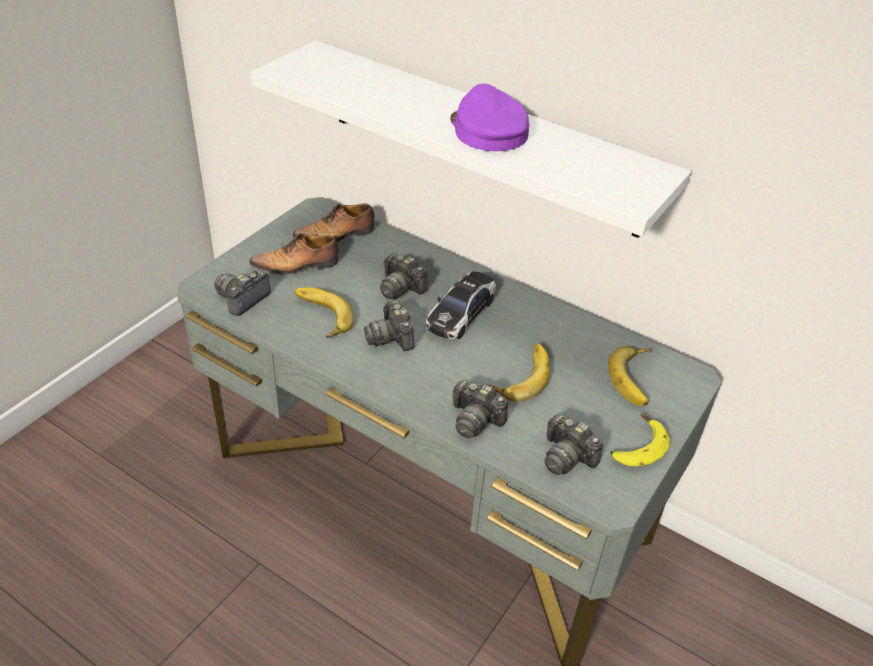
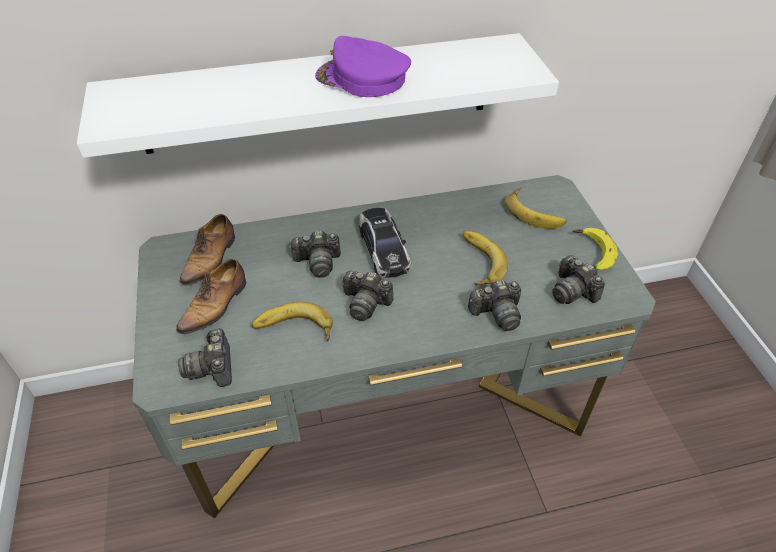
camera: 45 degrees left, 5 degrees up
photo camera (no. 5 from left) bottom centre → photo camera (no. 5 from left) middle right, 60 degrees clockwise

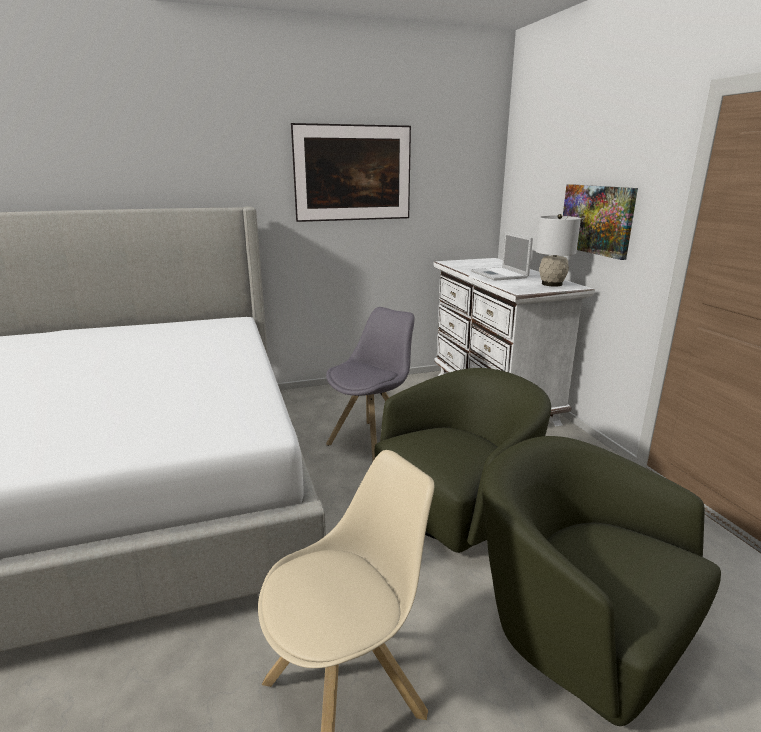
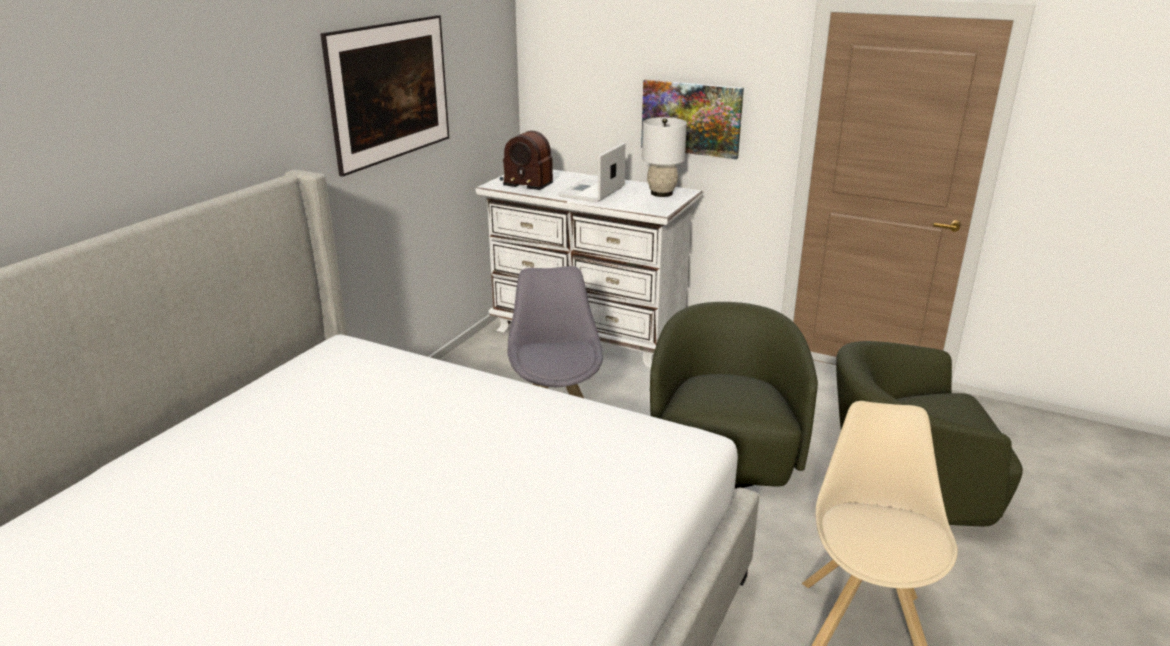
camera: 45 degrees left, 5 degrees up
laptop centre → laptop top centre, 90 degrees clockwise
- → radio top centre

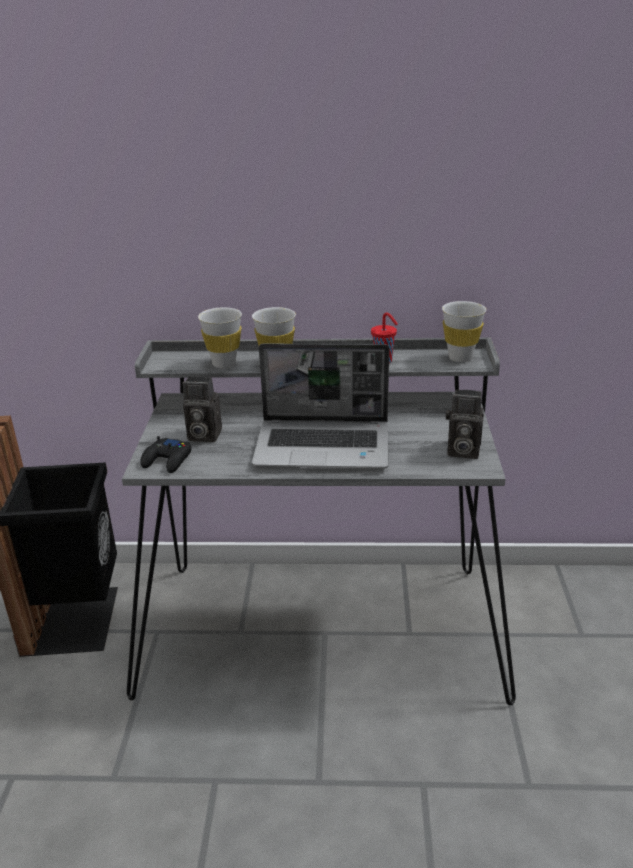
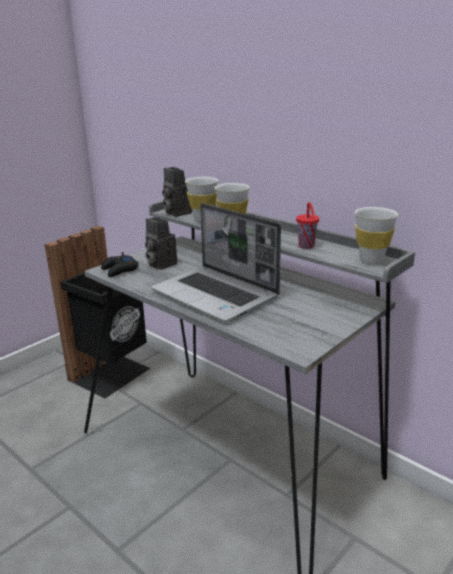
camera: 40 degrees right, 5 degrees down
photo camera (no. 2 from left) middle right → photo camera (no. 2 from left) centre, relocated

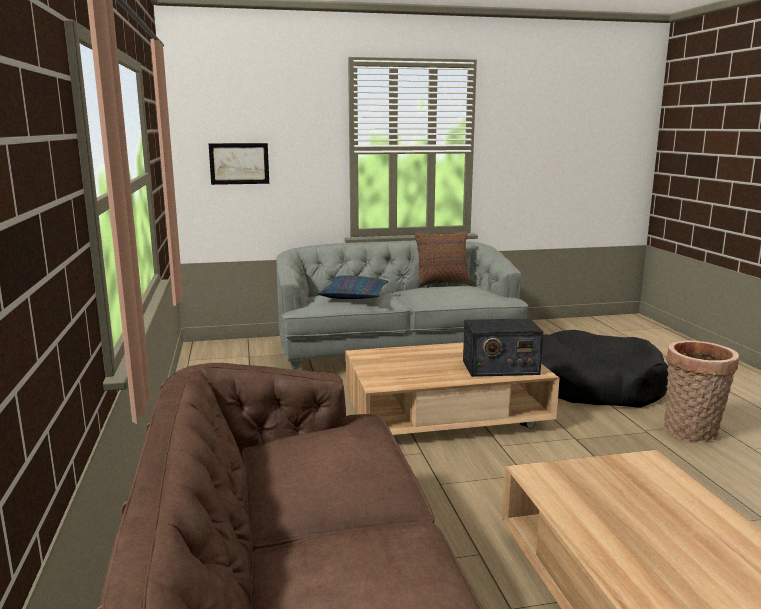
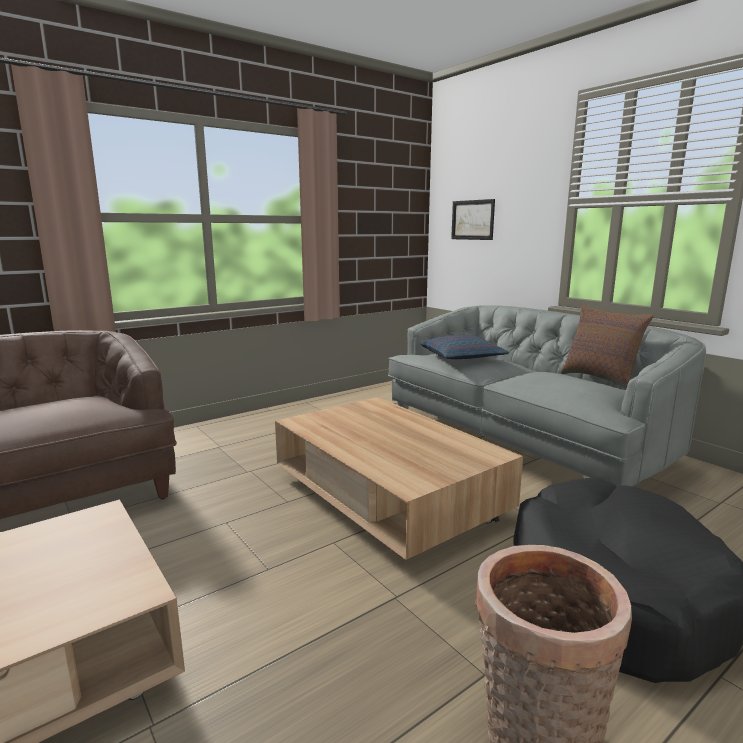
camera: 65 degrees right, 0 degrees up
radio centre → -

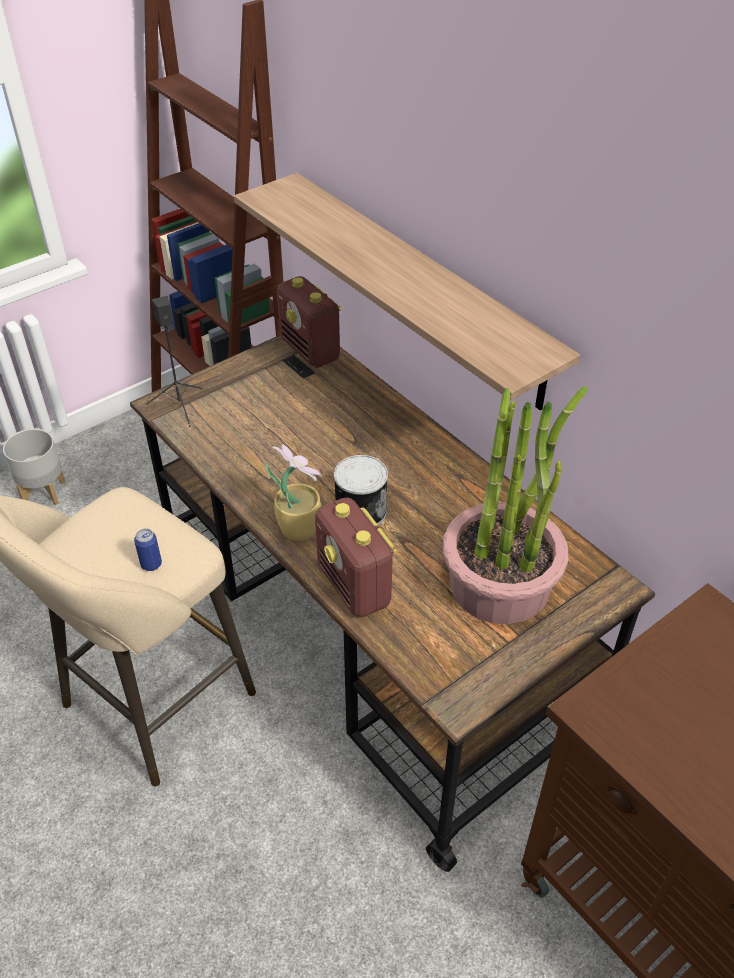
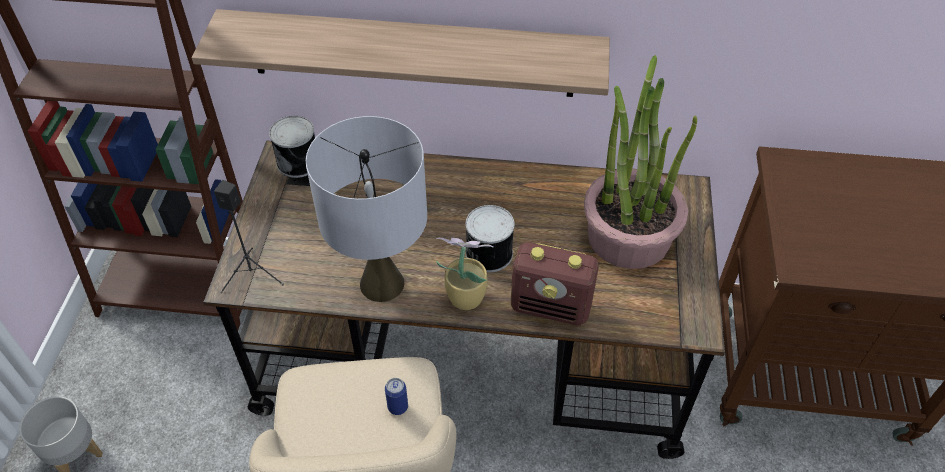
camera: 45 degrees left, 5 degrees up
radio (no. 1 from left) top centre → can (no. 1 from left) top left
- → grey table lamp centre

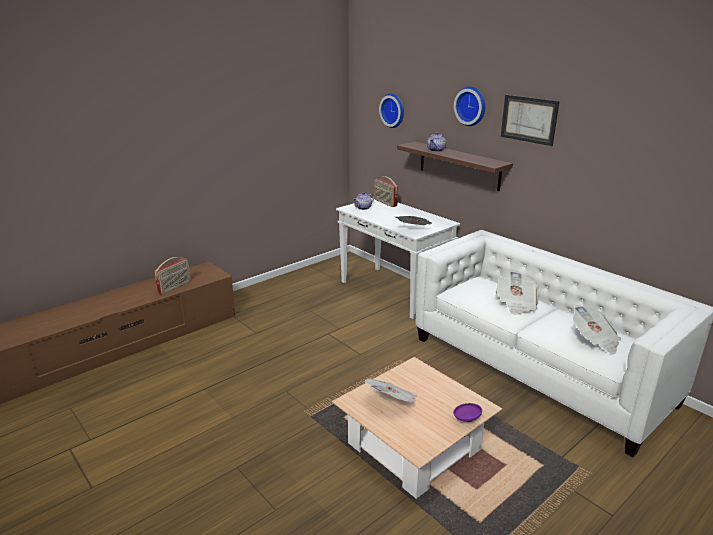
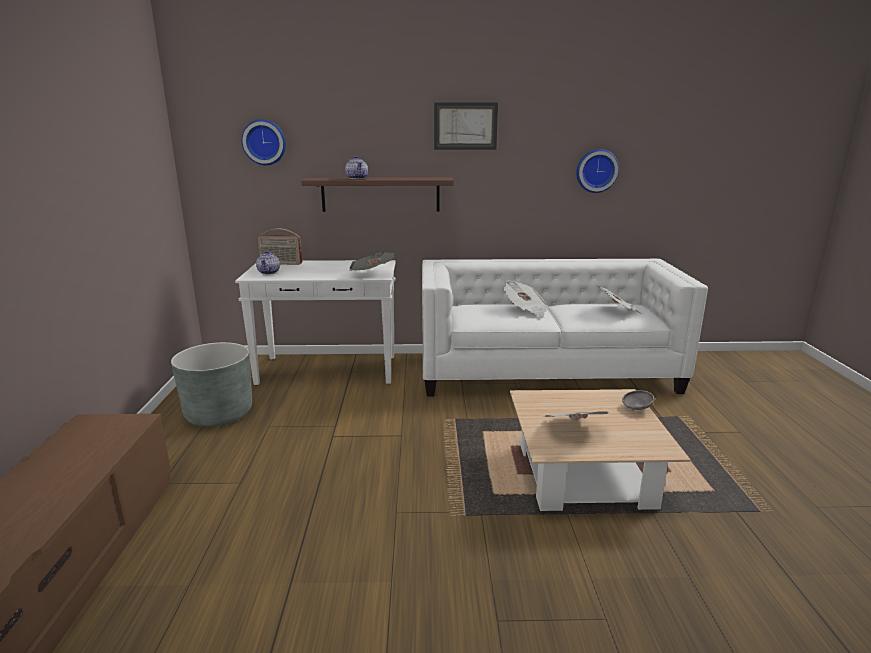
camera: 50 degrees left, 5 degrees down
wall clock (no. 2 from left) top centre → wall clock (no. 2 from left) top right, relocated
radio (no. 1 from left) middle left → -
purple bowl bottom centre → grey bowl middle right
- → grey planter middle left

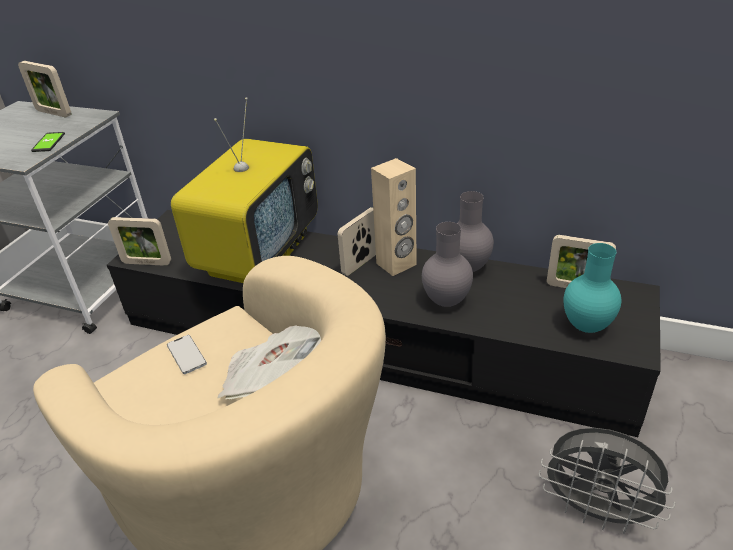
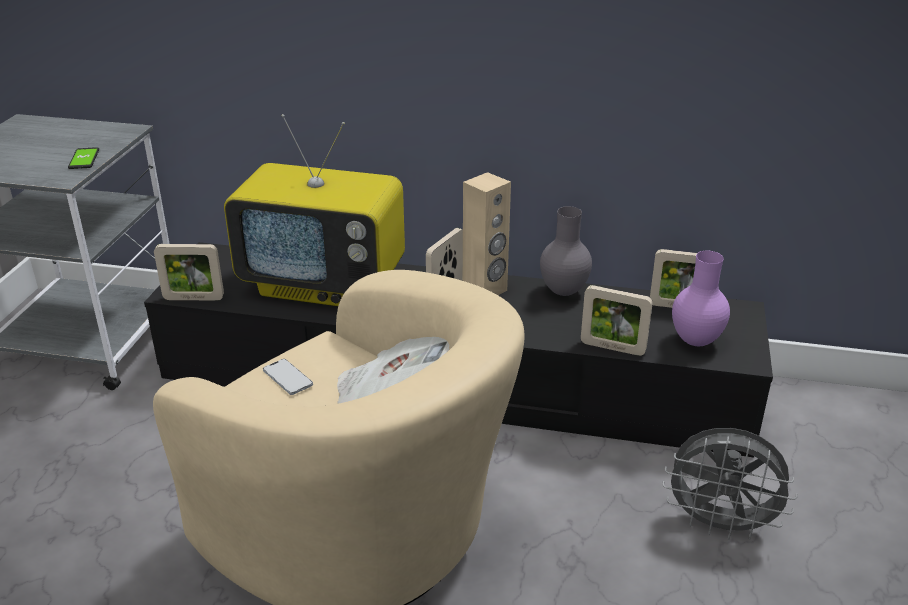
camera: 10 degrees left, 5 degrees down
picture frame (no. 1 from left in the first image) top left → picture frame (no. 3 from left) middle right, relocated
television middle left → television centre, 90 degrees clockwise
grey vase (no. 1 from left) centre → -
turquoise vase middle right → purple vase middle right

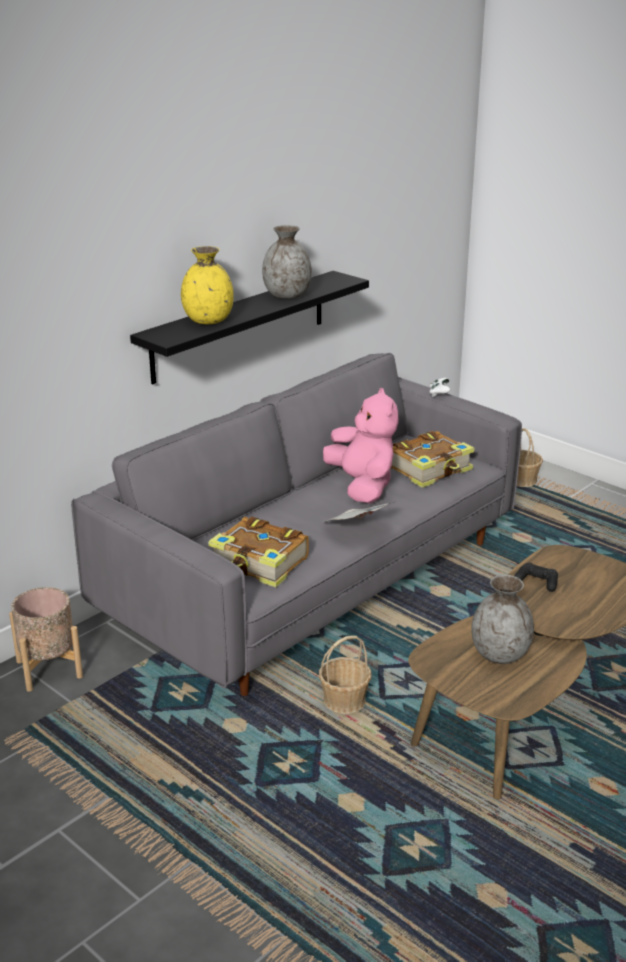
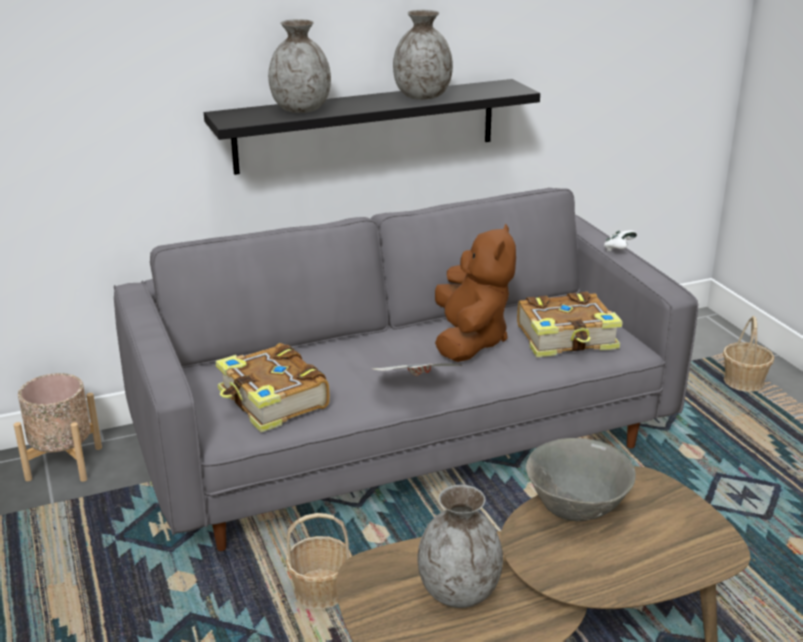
camera: 25 degrees right, 0 degrees up
yellow vase top left → grey vase (no. 1 from left) top centre
pink plush toy centre → brown plush toy centre
black game controller middle right → grey bowl bottom right

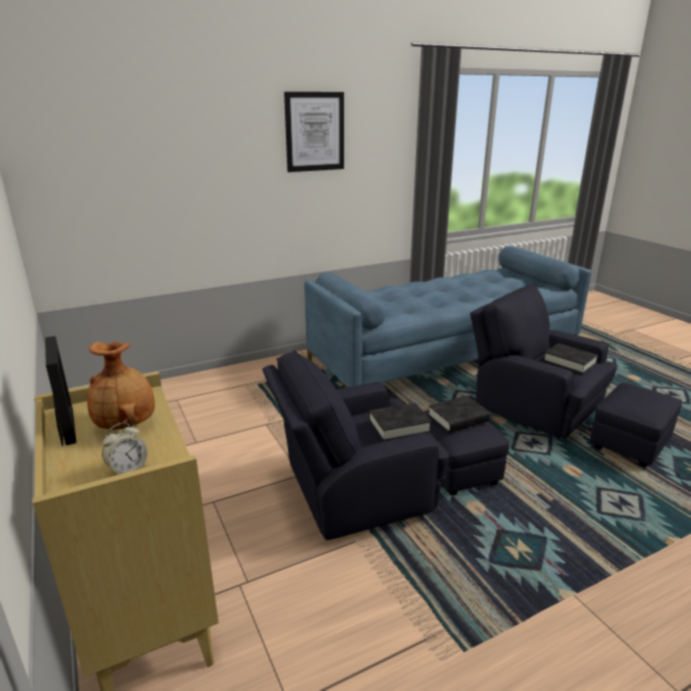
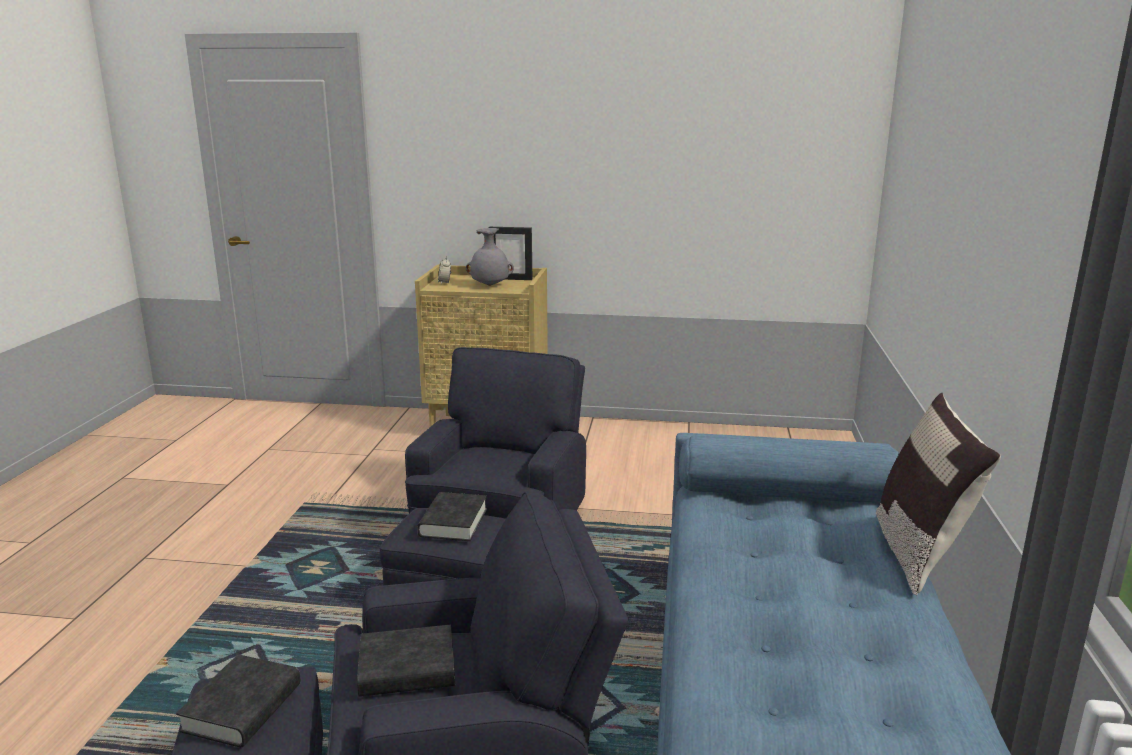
camera: 125 degrees right, 5 degrees down
picture top centre → -
brown vase middle left → grey vase centre
black book (no. 1 from left) centre → black book (no. 1 from left) bottom left, relocated
- → pillow middle right

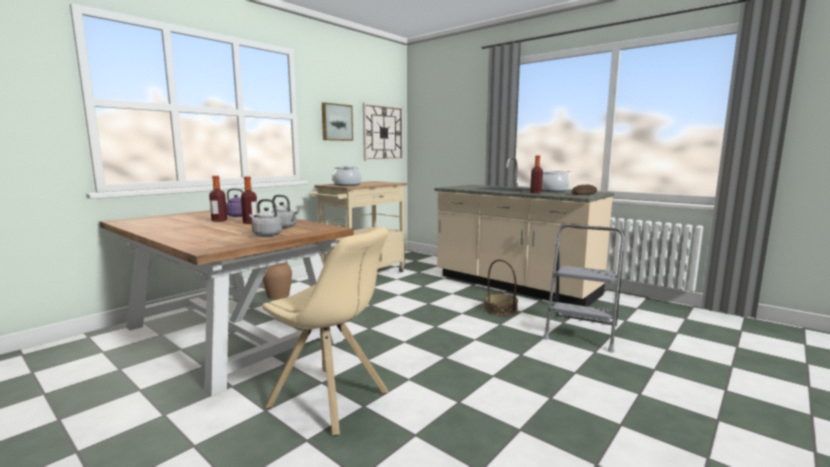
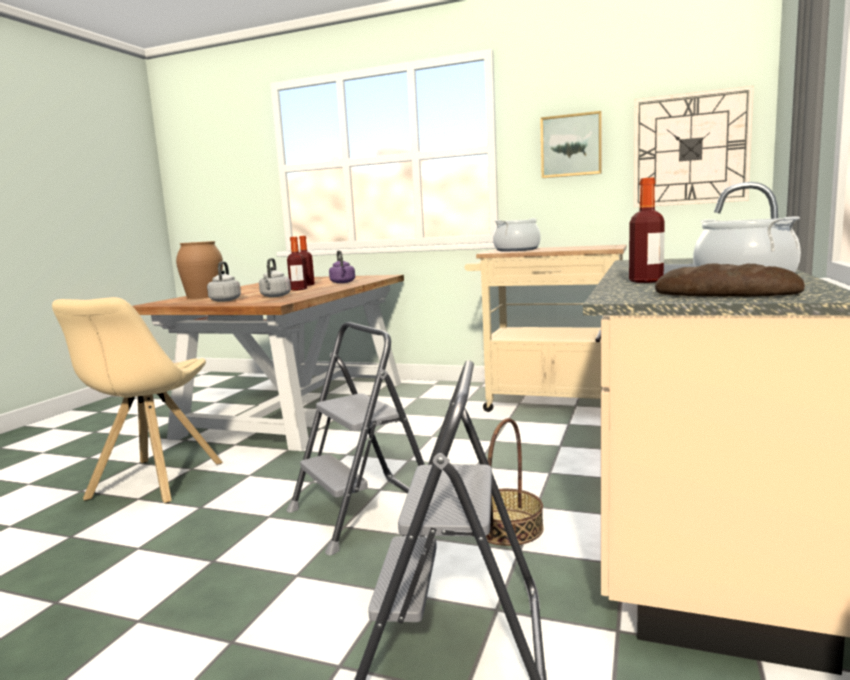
camera: 70 degrees right, 0 degrees up
brown vase centre → brown vase middle left, relocated
- → grey step ladder (no. 1 from left) centre

